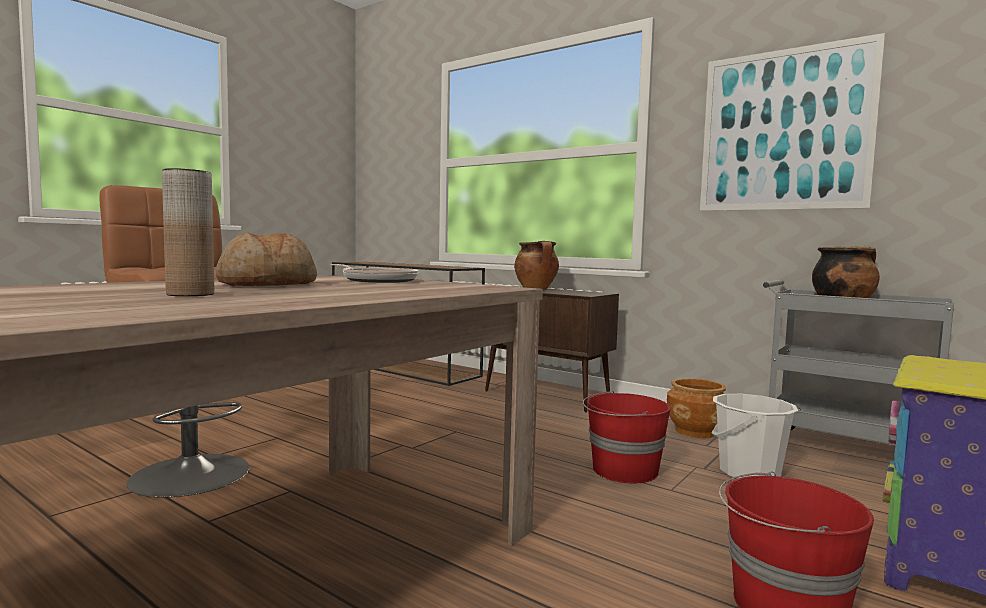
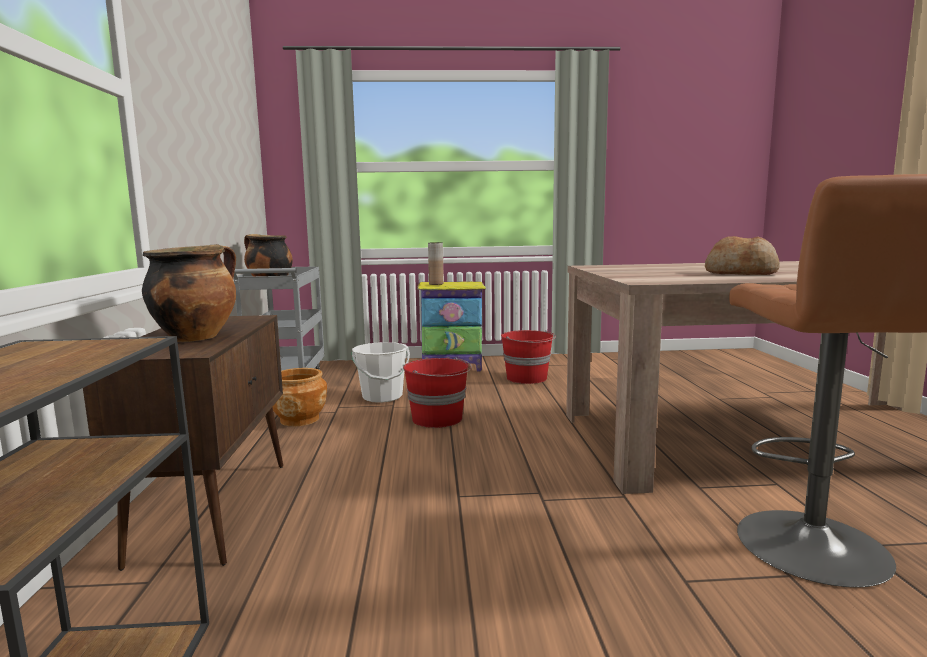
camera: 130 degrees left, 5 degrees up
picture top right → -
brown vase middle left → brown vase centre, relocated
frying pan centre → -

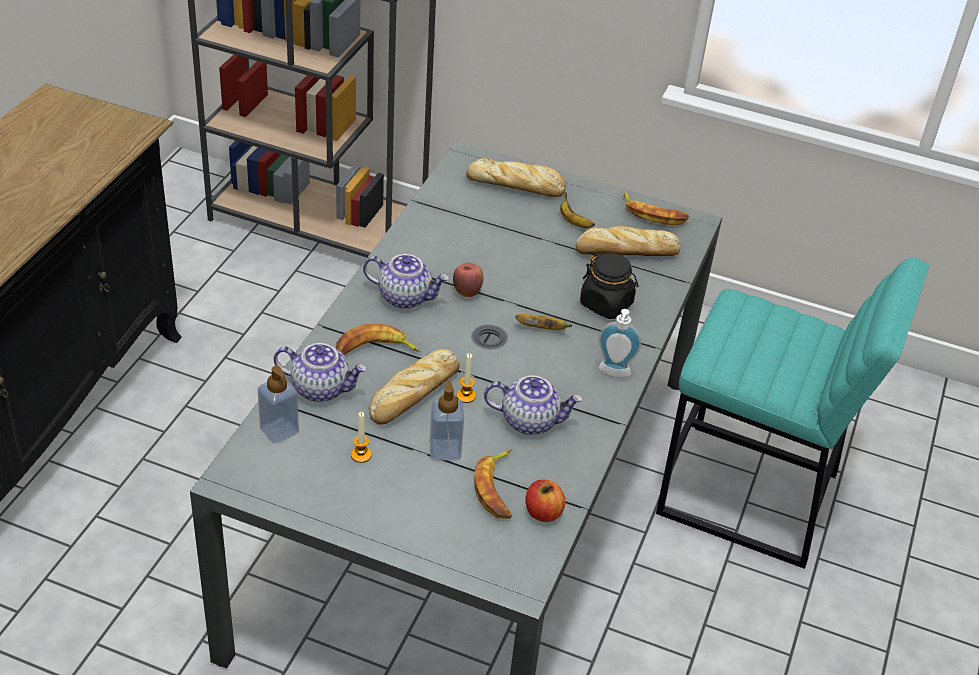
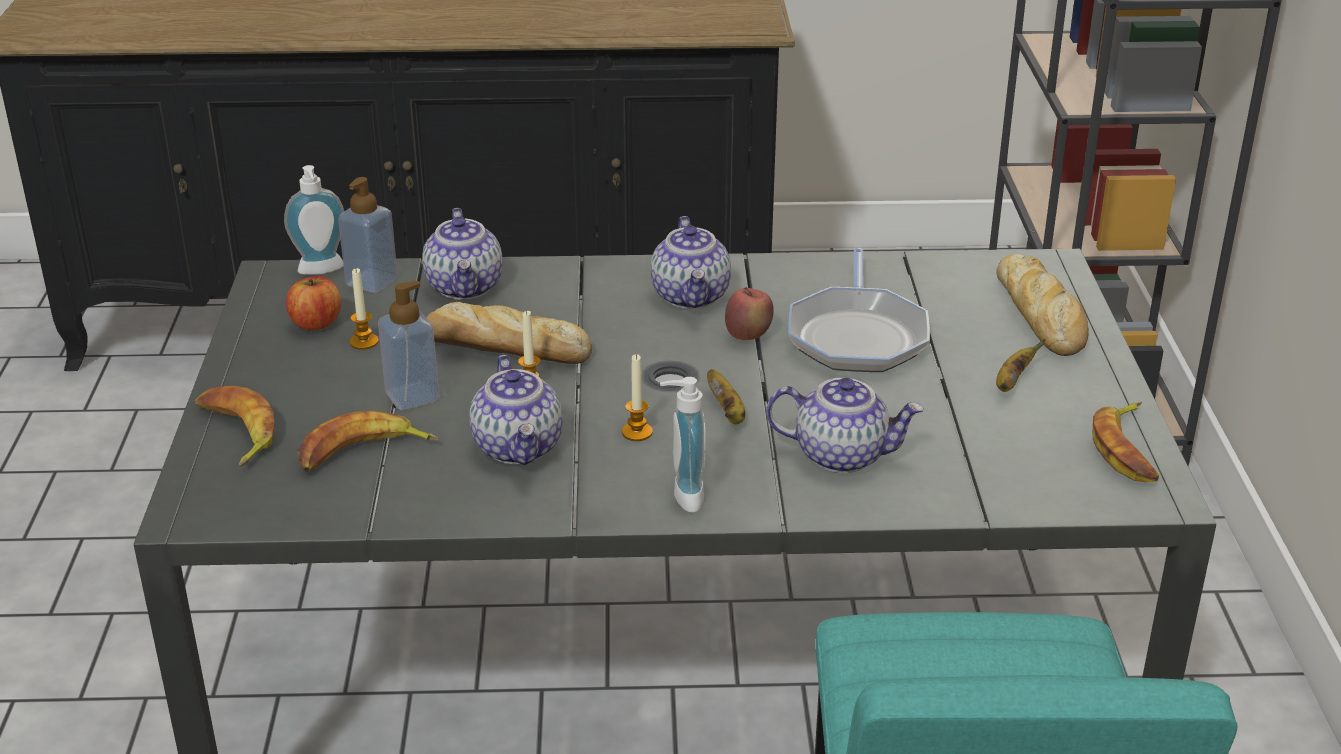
camera: 70 degrees right, 10 degrees down
bread (no. 3 from left) centre → -
black jar centre → teapot (no. 4 from left) centre
banana (no. 1 from left) centre → banana (no. 1 from left) middle left, relocated
apple (no. 2 from left in the first image) bottom centre → apple (no. 1 from left) middle left, relocated
- → soap dispenser (no. 1 from left) top left
- → frying pan centre
- → candle (no. 3 from left) centre

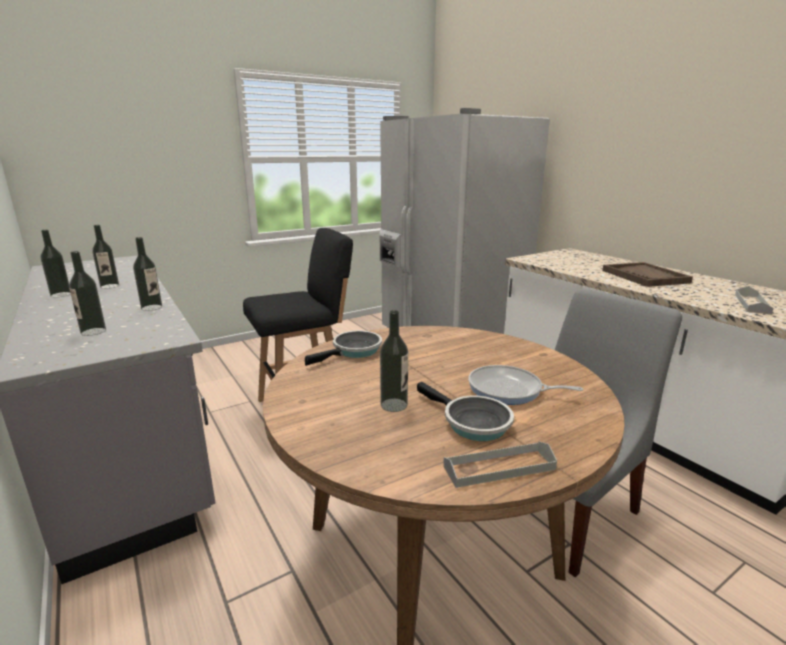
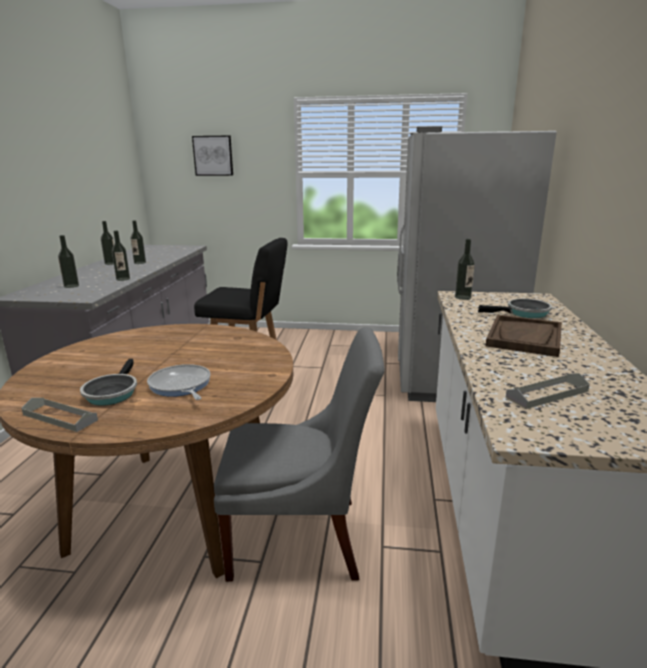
camera: 40 degrees right, 0 degrees up
bottle (no. 5 from left) centre → bottle (no. 5 from left) middle right, relocated
frying pan (no. 1 from left in the first image) centre → frying pan (no. 3 from left) middle right, relocated
- → picture top left

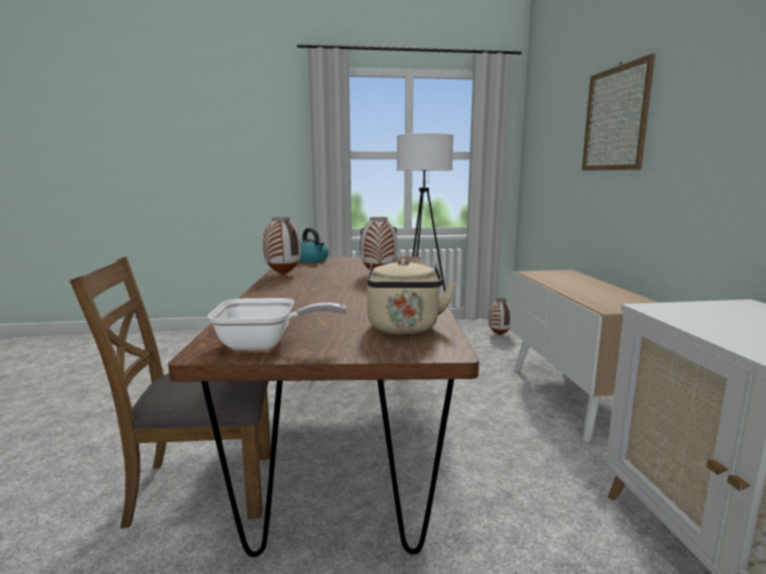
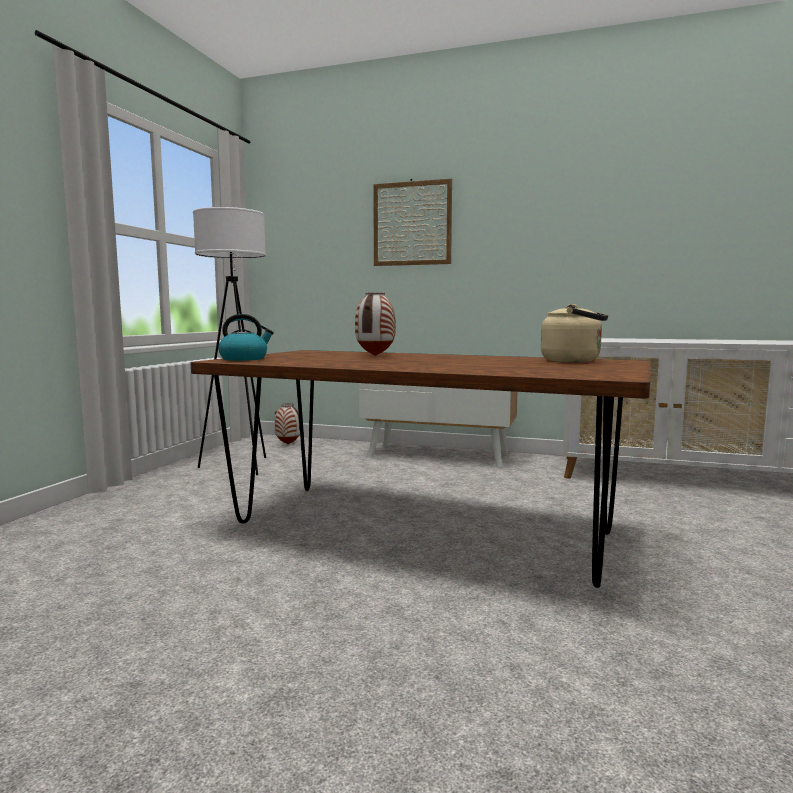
camera: 65 degrees left, 5 degrees down
vase (no. 1 from left) centre → -
brown chair bottom left → -
frying pan centre → -

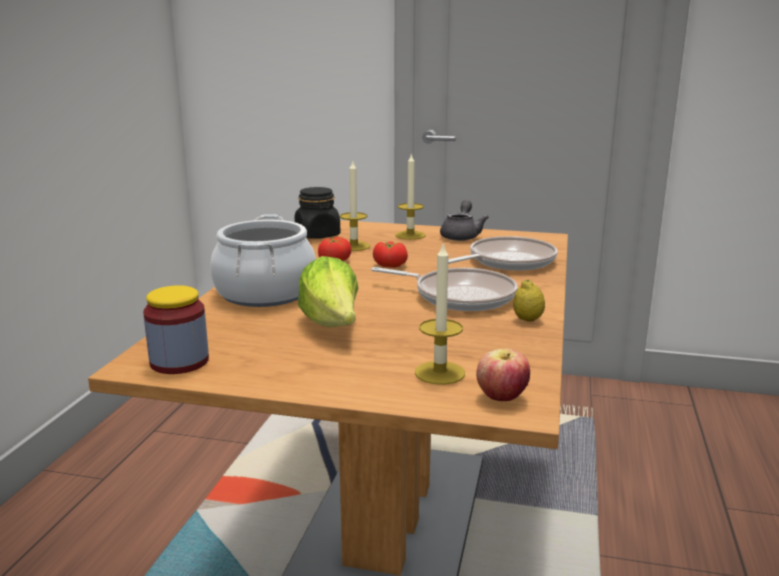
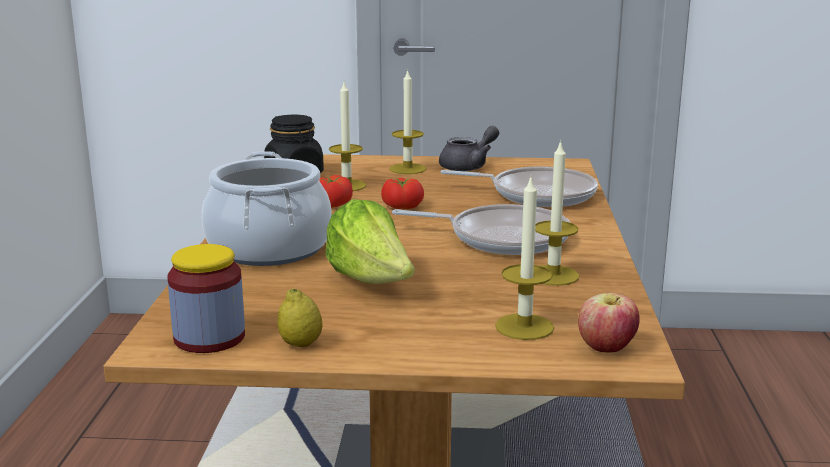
camera: 10 degrees left, 0 degrees up
grey teapot centre → grey teapot top centre, 45 degrees clockwise
frying pan (no. 2 from left) centre, 60 degrees clockwise
lemon middle right → lemon bottom centre, relocated
- → candle (no. 4 from left) middle right

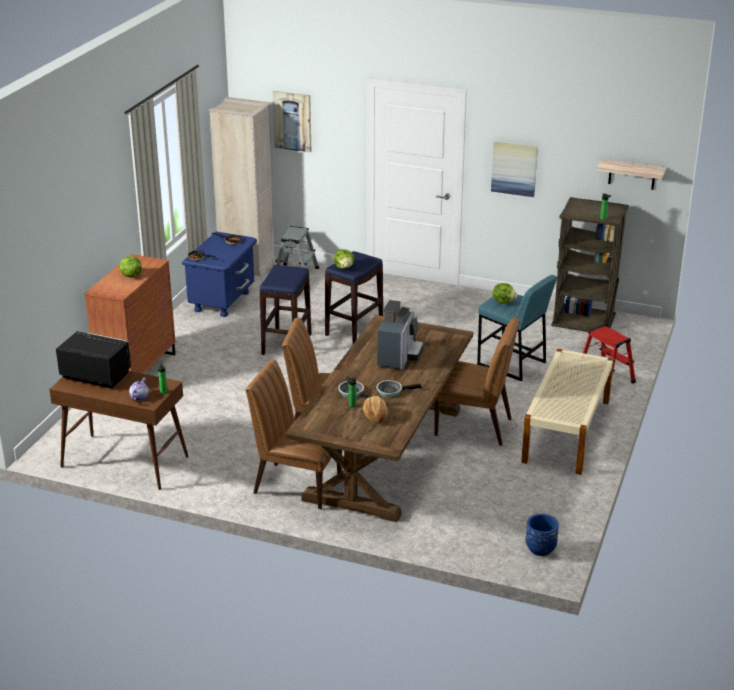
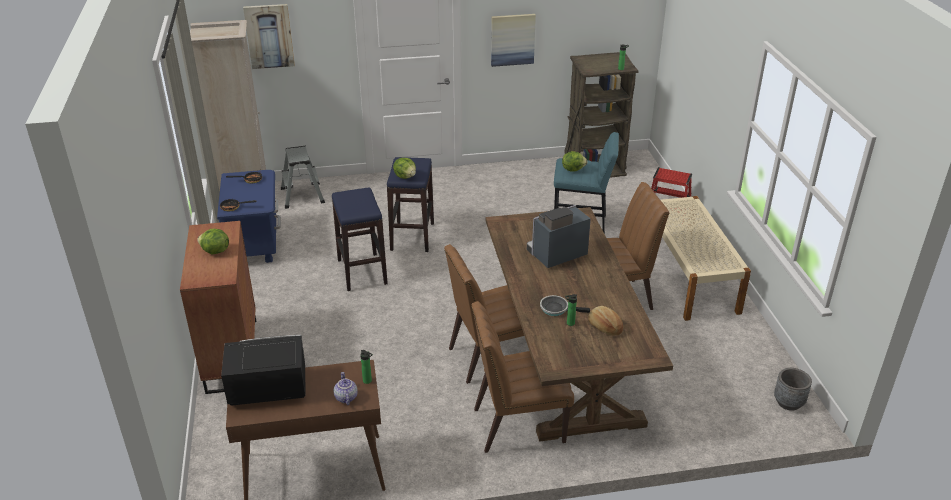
camera: 30 degrees left, 5 degrees up
shelf top right → -
coffee machine centre, 105 degrees counterclockwise
frying pan (no. 4 from left) centre → -
blue planter bottom right → grey planter bottom right

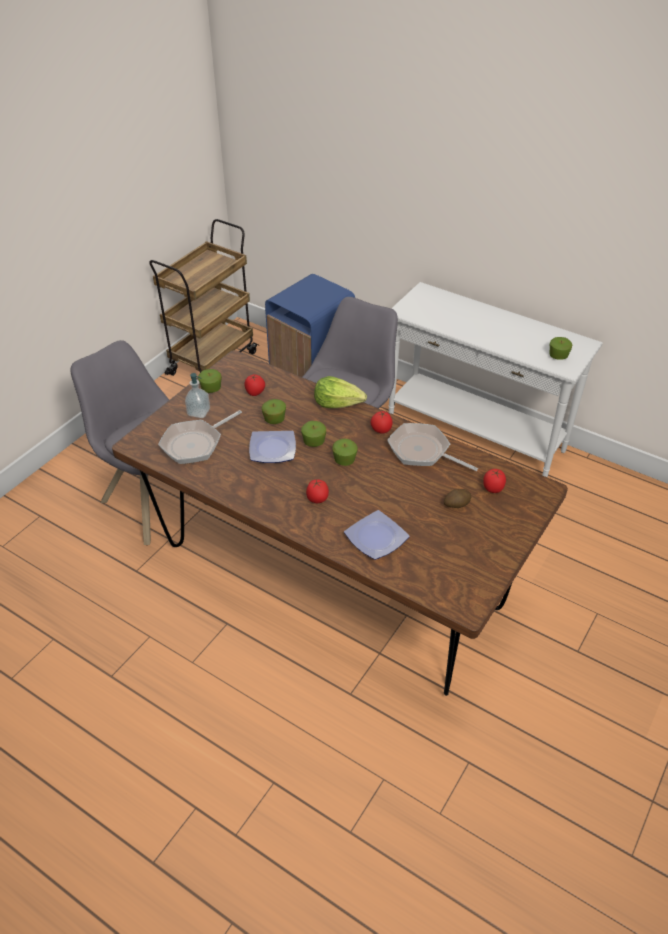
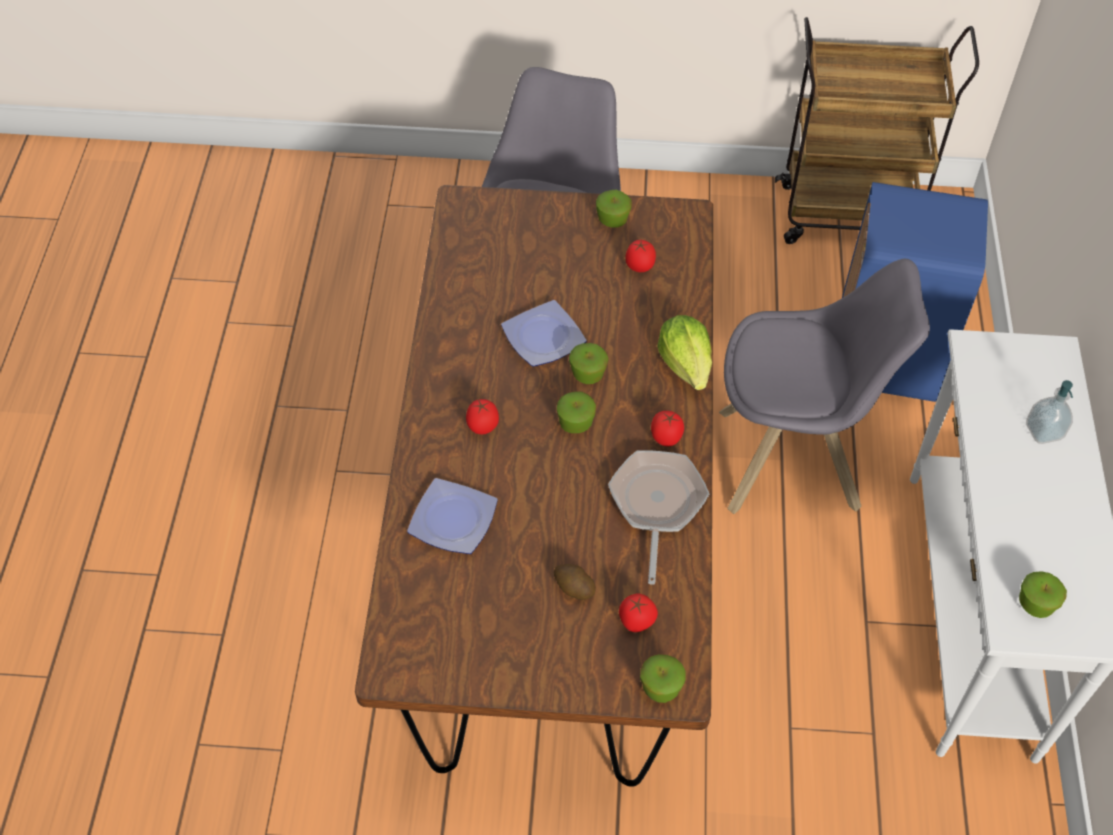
camera: 60 degrees right, 10 degrees up
soap dispenser middle left → soap dispenser middle right, relocated
apple (no. 2 from left in the first image) centre → apple (no. 4 from left) bottom centre, relocated
frying pan (no. 1 from left) middle left → -

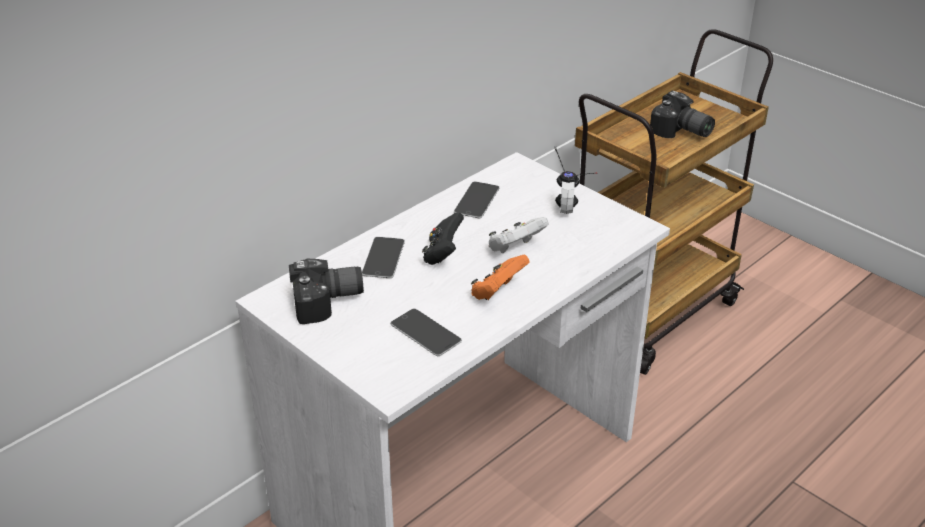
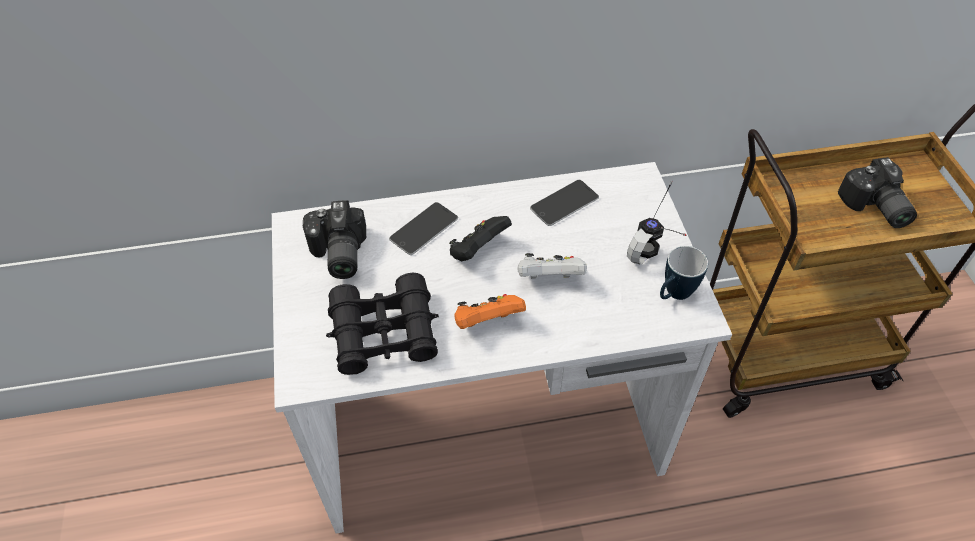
camera: 35 degrees right, 15 degrees up
photo camera (no. 1 from left) centre, 60 degrees clockwise
phone (no. 2 from left) centre → black binoculars centre
- → mug middle right

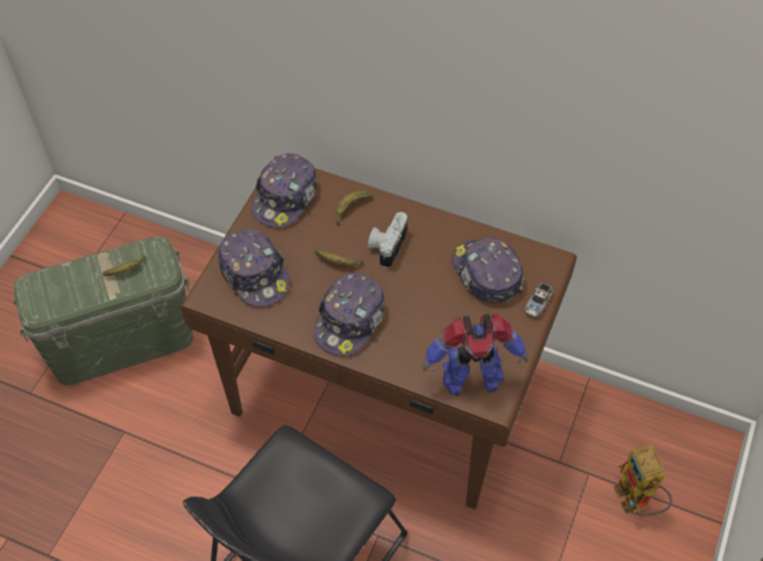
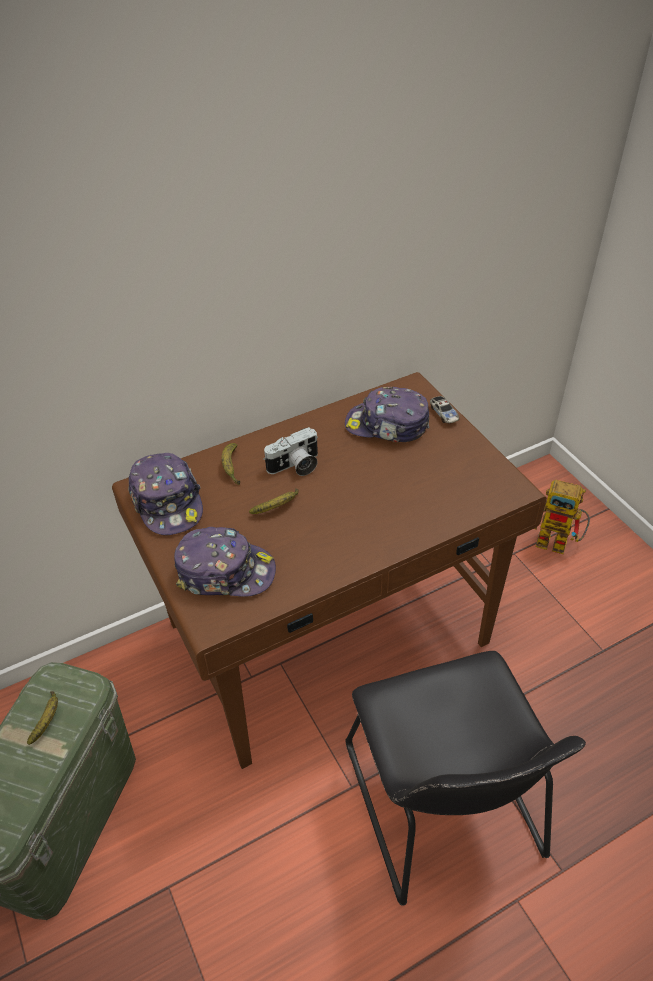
camera: 50 degrees left, 10 degrees down
photo camera centre, 90 degrees counterclockwise
cap (no. 3 from left) centre → -
toy robot (no. 1 from left) centre → -

